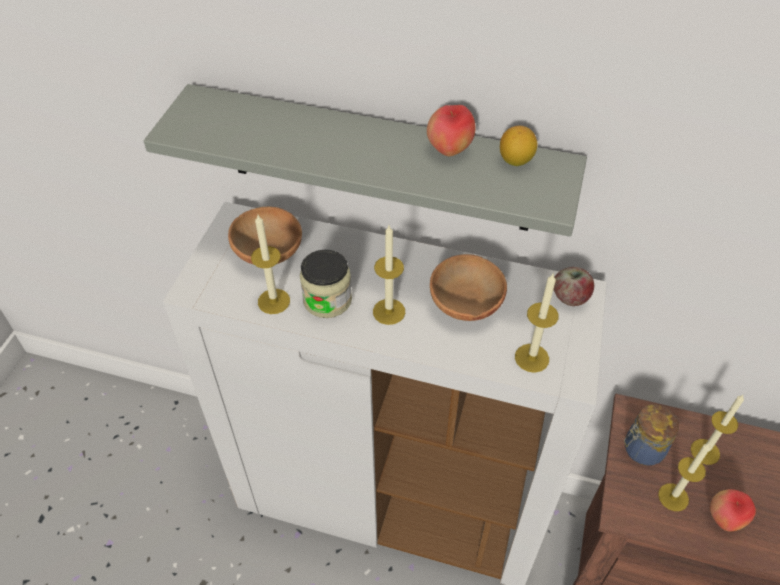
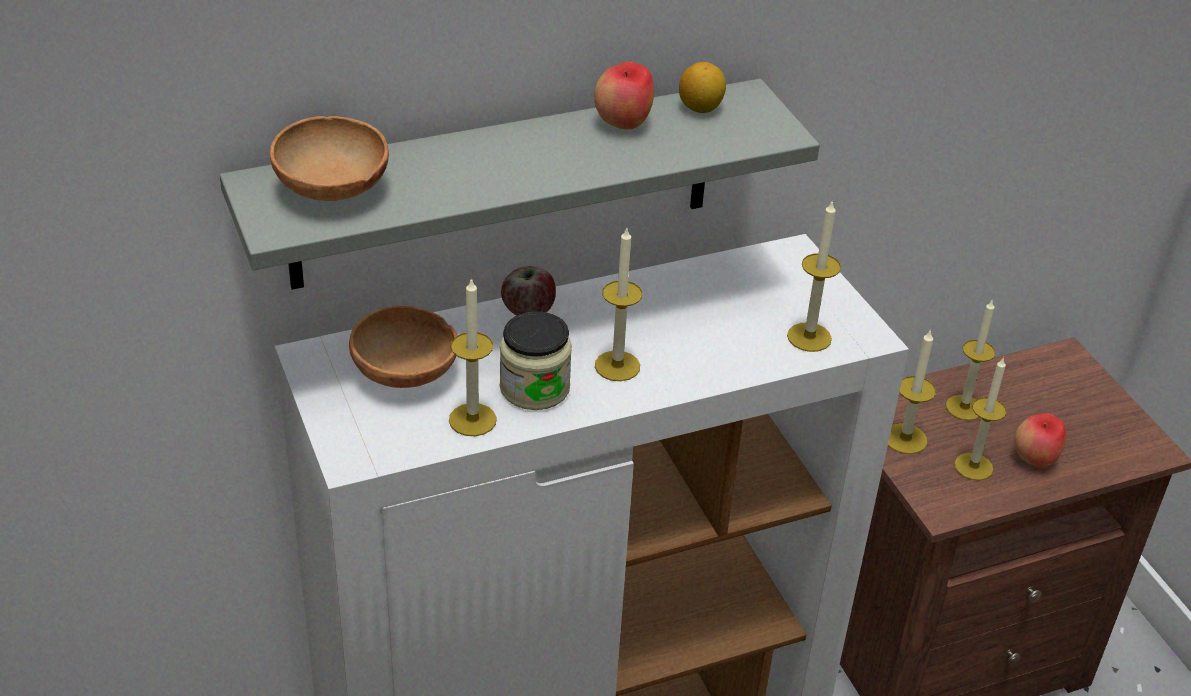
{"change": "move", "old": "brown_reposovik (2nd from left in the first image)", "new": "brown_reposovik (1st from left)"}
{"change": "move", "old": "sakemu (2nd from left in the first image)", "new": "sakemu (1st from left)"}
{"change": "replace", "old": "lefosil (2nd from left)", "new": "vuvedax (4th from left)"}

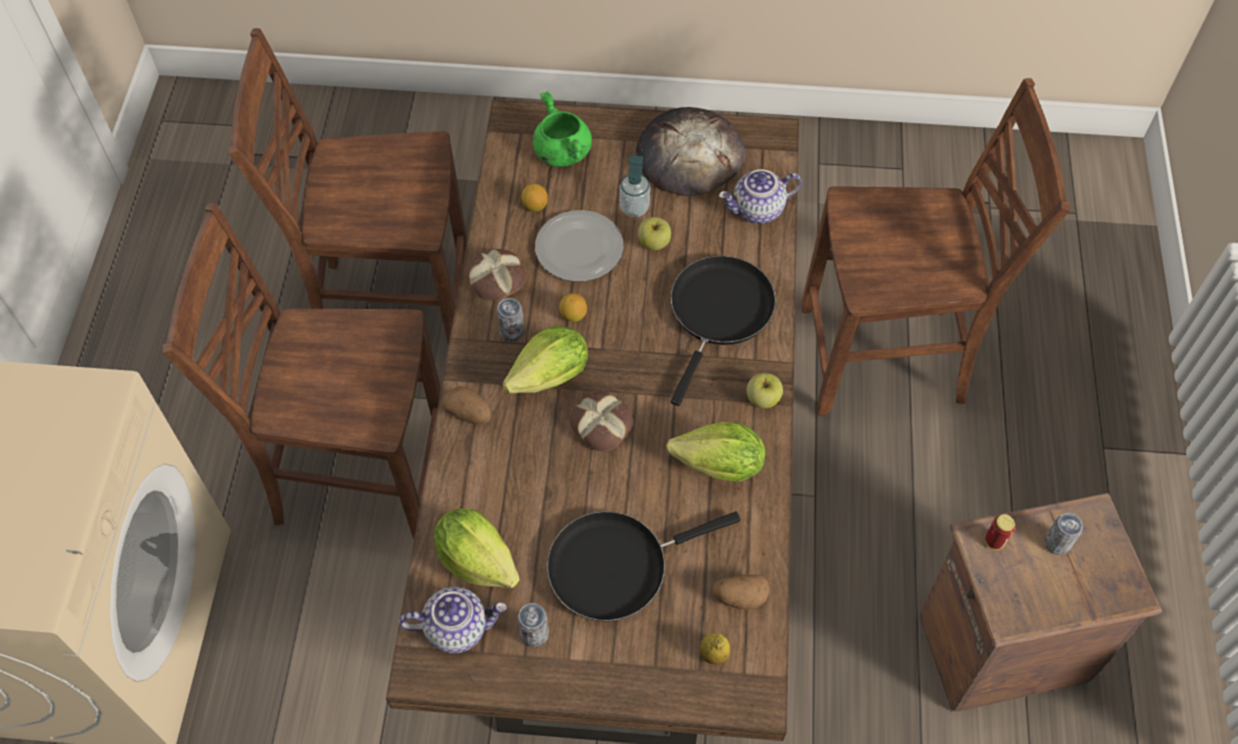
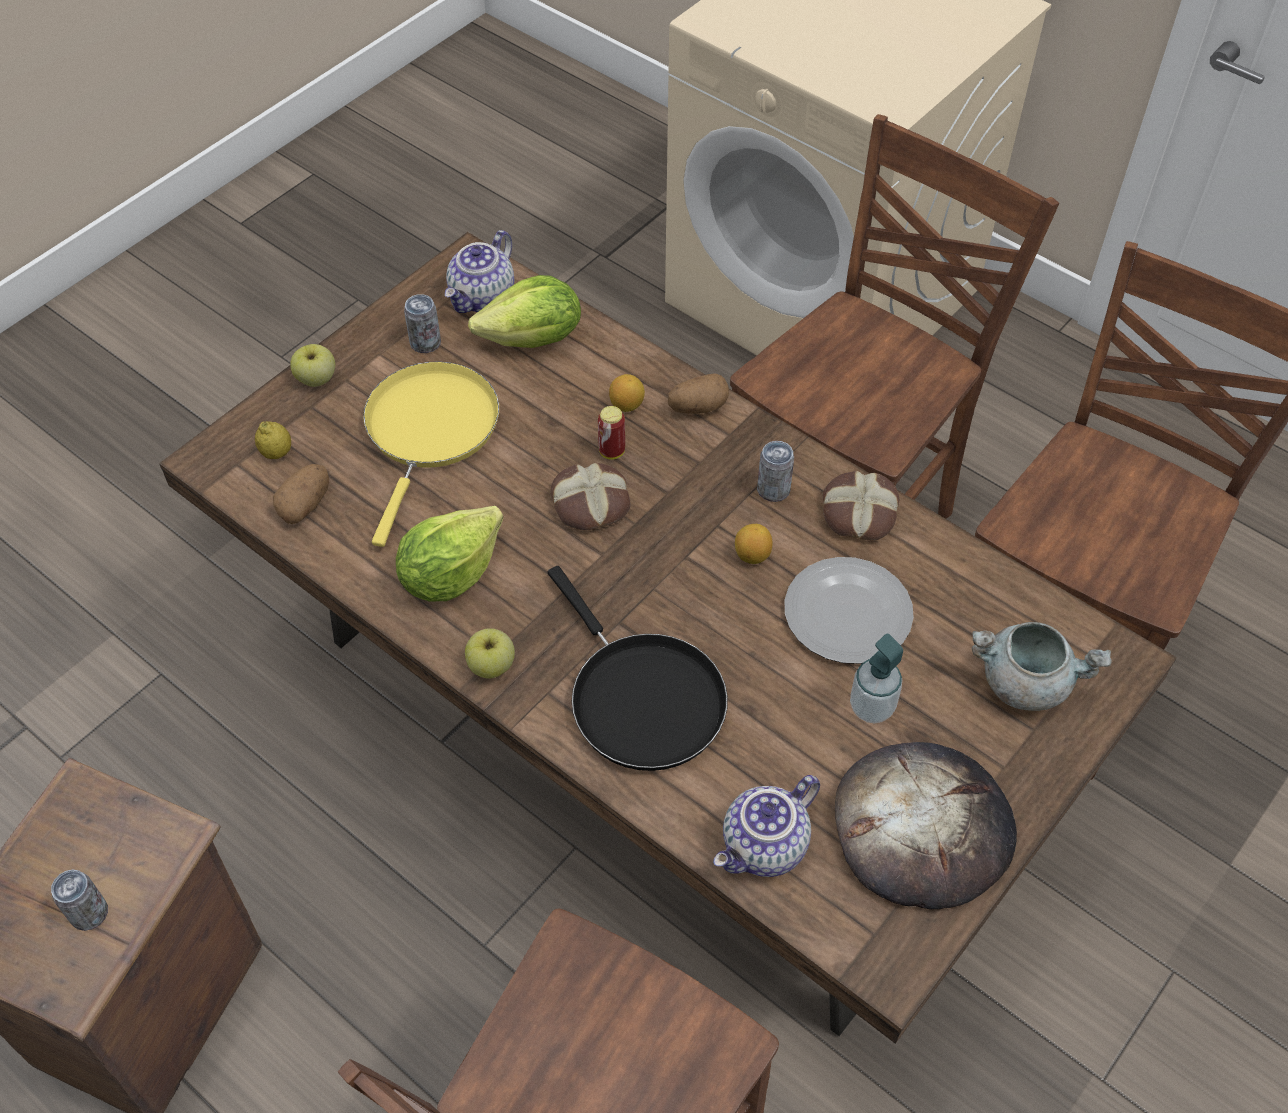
{"change": "delete", "old": "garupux (2nd from left)"}
{"change": "move", "old": "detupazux (1st from left in the first image)", "new": "detupazux (2nd from left)"}
{"change": "move", "old": "sakemu (1st from left)"}
{"change": "move", "old": "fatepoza (3rd from left)"}
{"change": "recolor", "old": "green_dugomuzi", "new": "grey_dugomuzi"}
{"change": "recolor", "old": "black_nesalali (1st from left)", "new": "yellow_nesalali"}
{"change": "rotate", "old": "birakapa (2nd from left)", "degrees": -150}

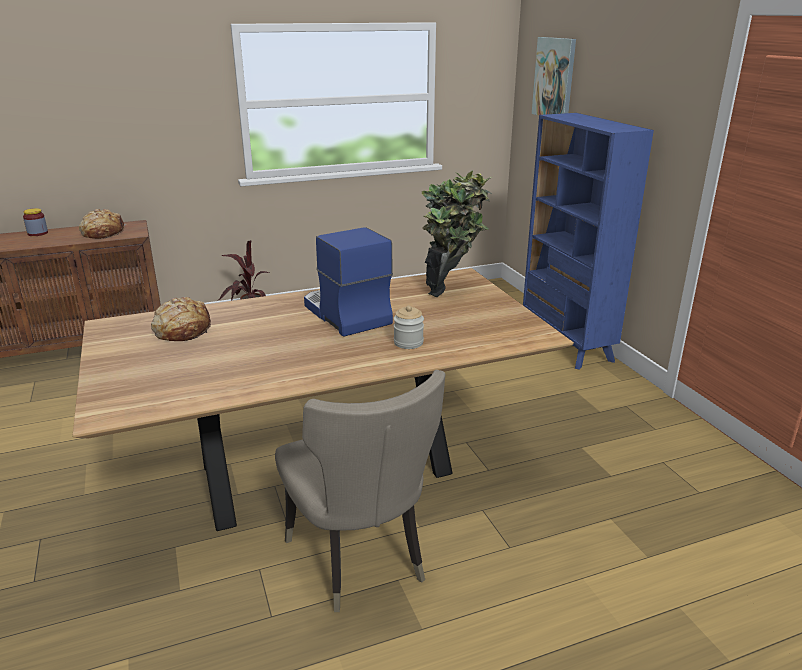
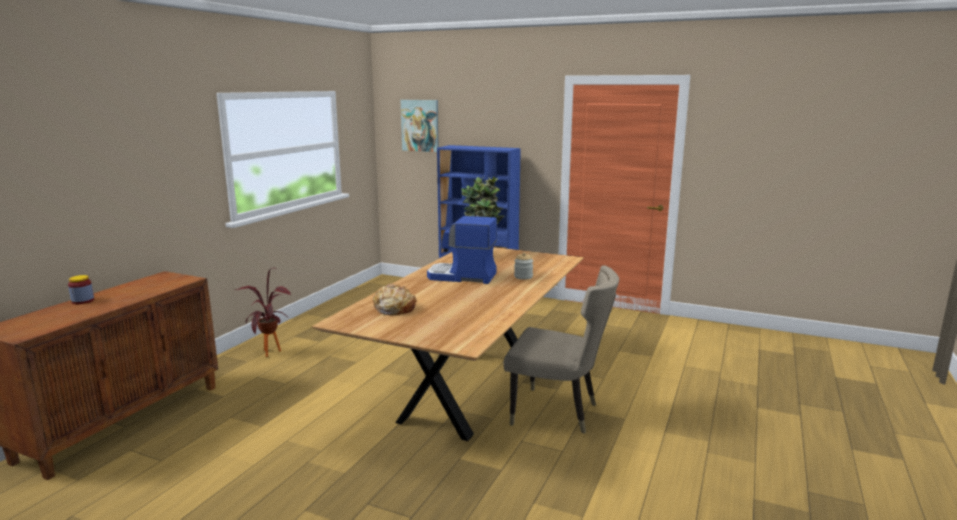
{"change": "delete", "old": "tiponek (1st from left)"}

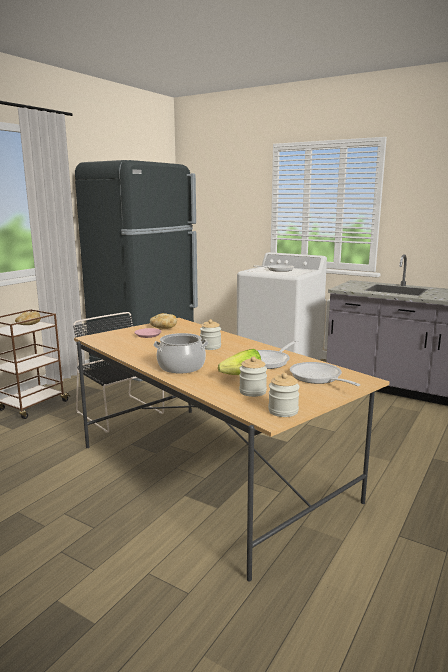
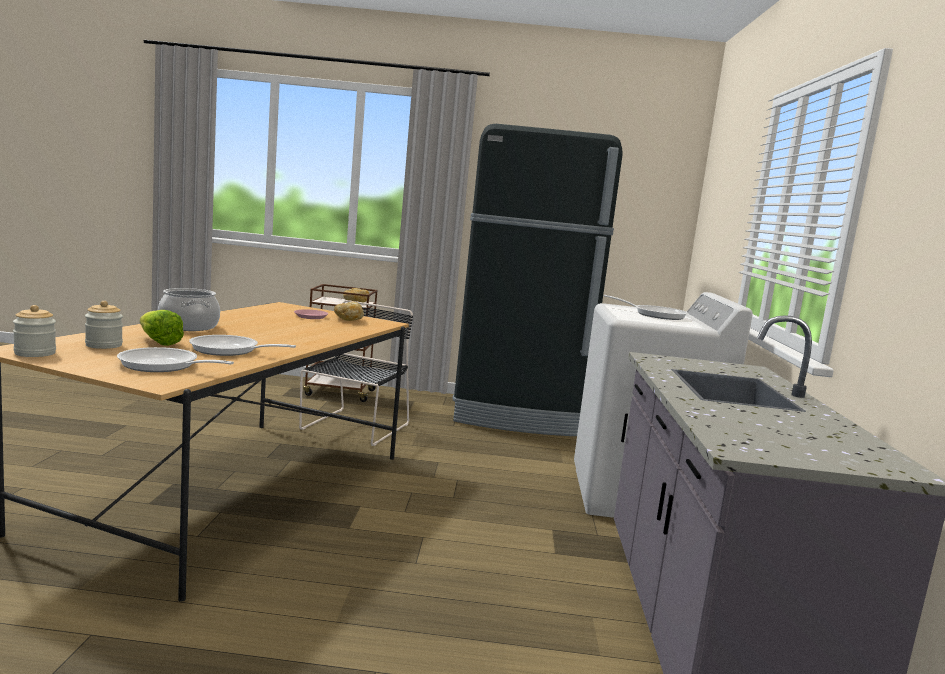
{"change": "delete", "old": "lefosil (1st from left)"}
{"change": "rotate", "old": "nesalali (3rd from left in the first image)", "degrees": -105}

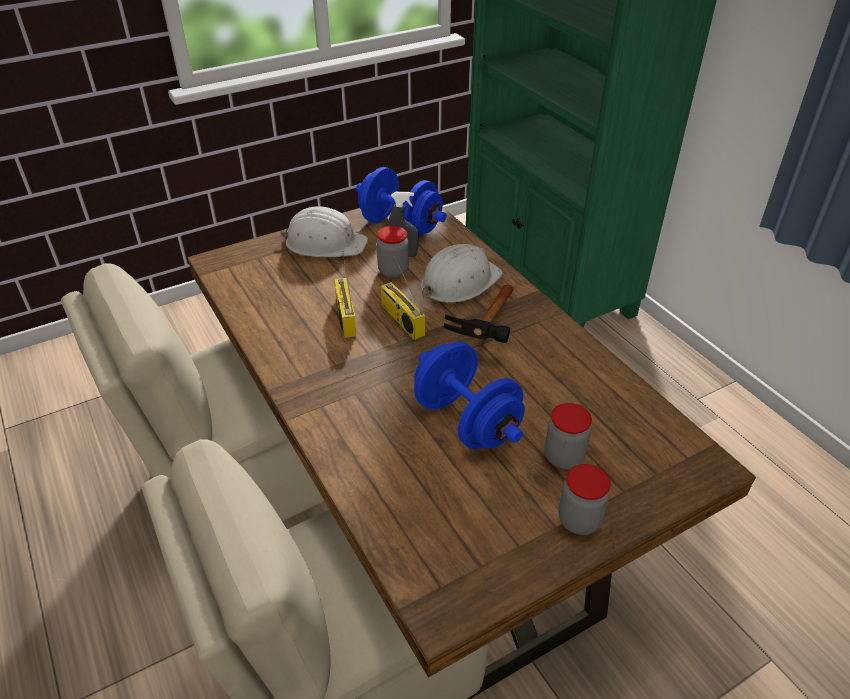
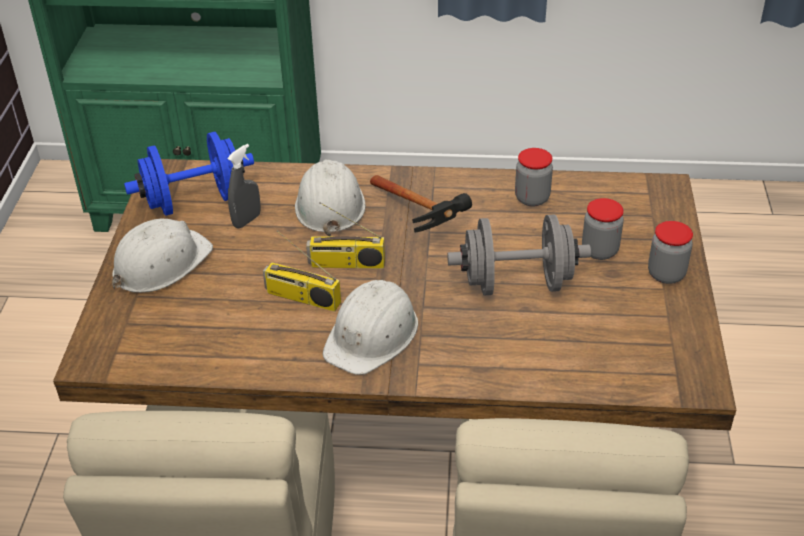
{"change": "insert", "new": "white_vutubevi (3rd from left)"}
{"change": "move", "old": "lefosil (1st from left)"}
{"change": "recolor", "old": "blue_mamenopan (2nd from left)", "new": "grey_mamenopan"}

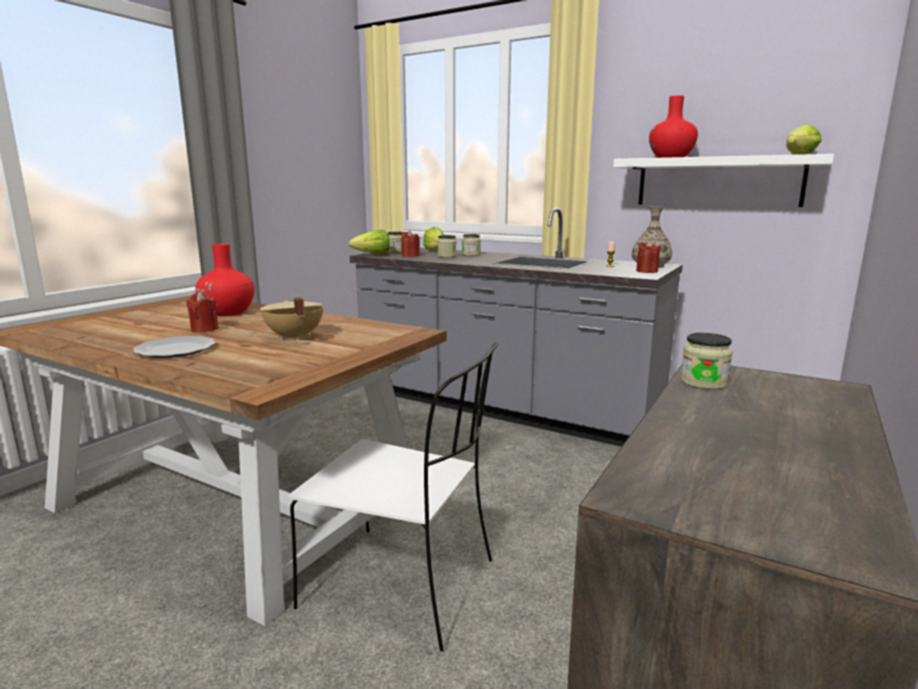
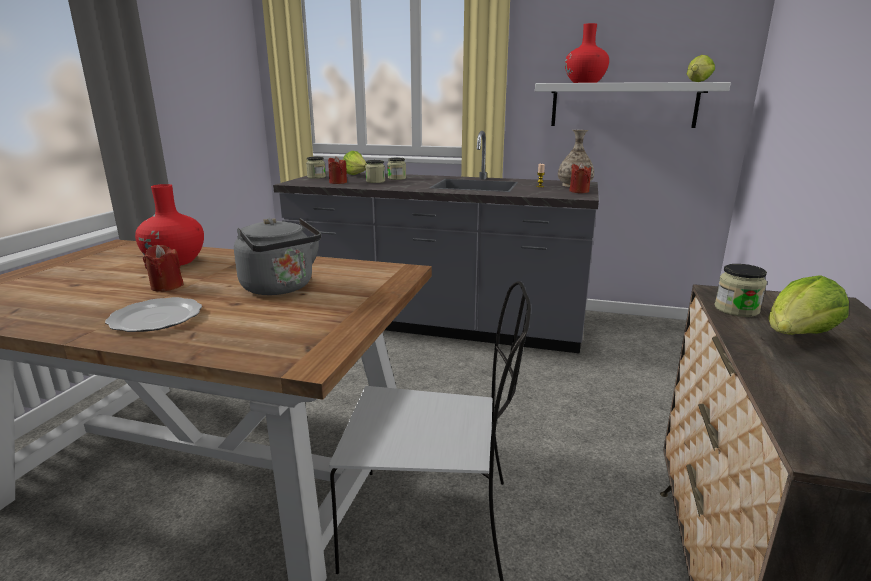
{"change": "move", "old": "garupux (1st from left in the first image)", "new": "garupux (3rd from left)"}
{"change": "replace", "old": "beige_dugomuzi", "new": "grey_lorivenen"}

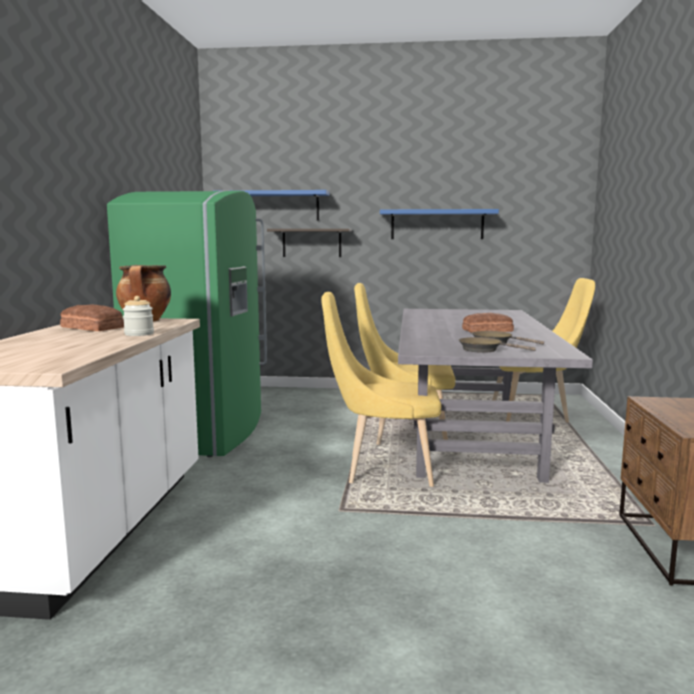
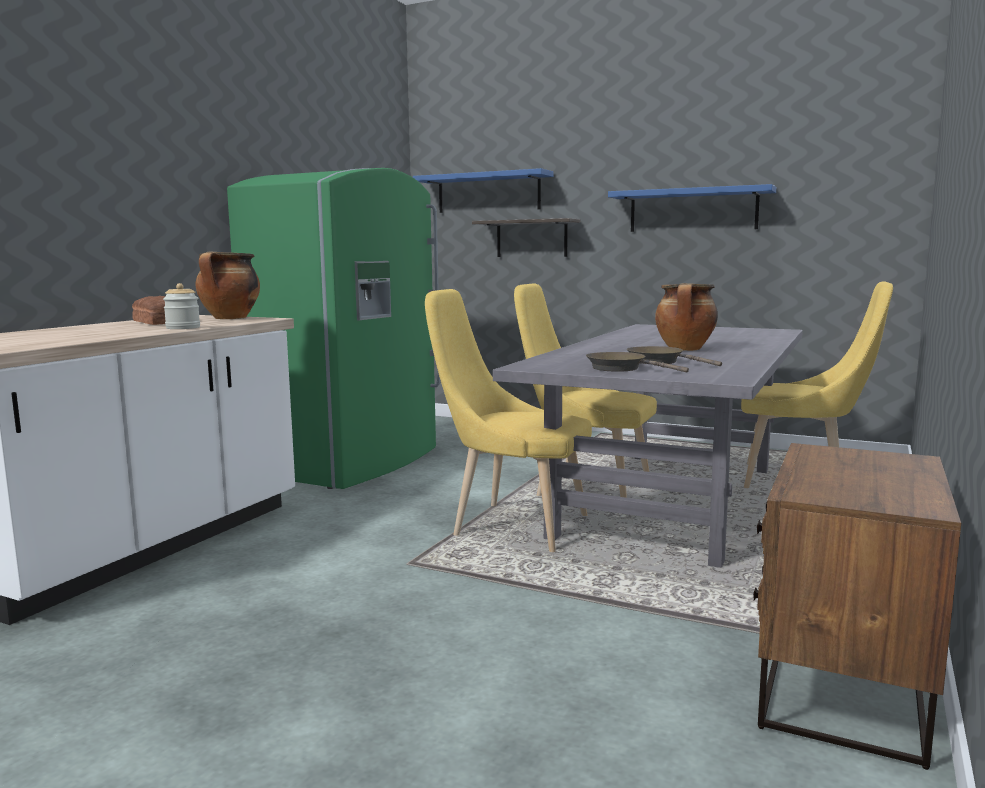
{"change": "replace", "old": "tiponek (2nd from left)", "new": "dugomuzi (2nd from left)"}

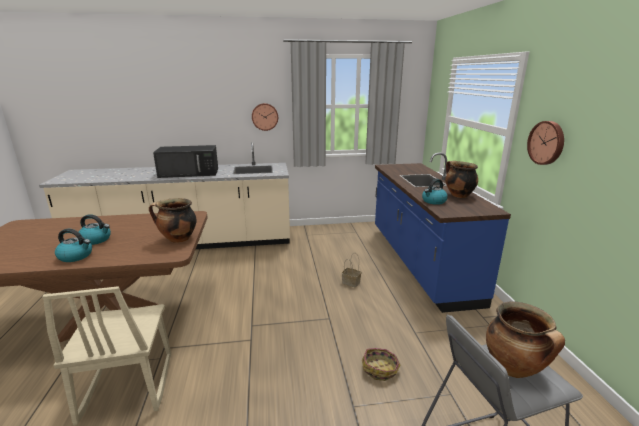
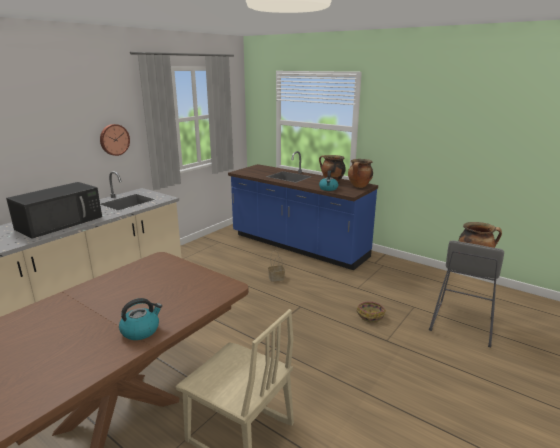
{"change": "delete", "old": "lorivenen (2nd from left)"}
{"change": "delete", "old": "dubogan (2nd from left)"}
{"change": "move", "old": "dugomuzi (1st from left in the first image)", "new": "dugomuzi (2nd from left)"}

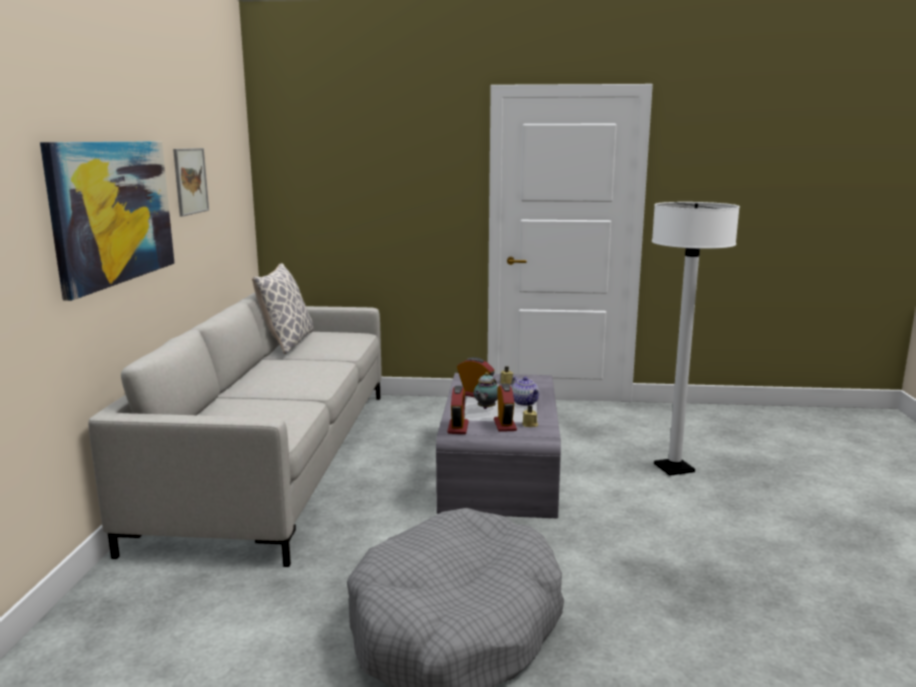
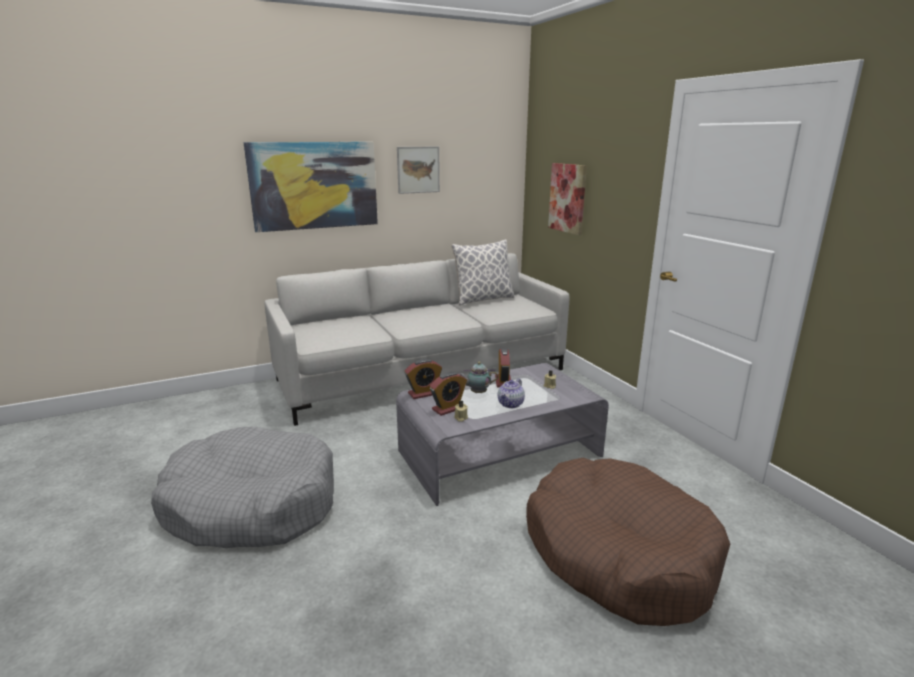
{"change": "insert", "new": "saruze (3rd from left)"}
{"change": "replace", "old": "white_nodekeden", "new": "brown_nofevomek"}

